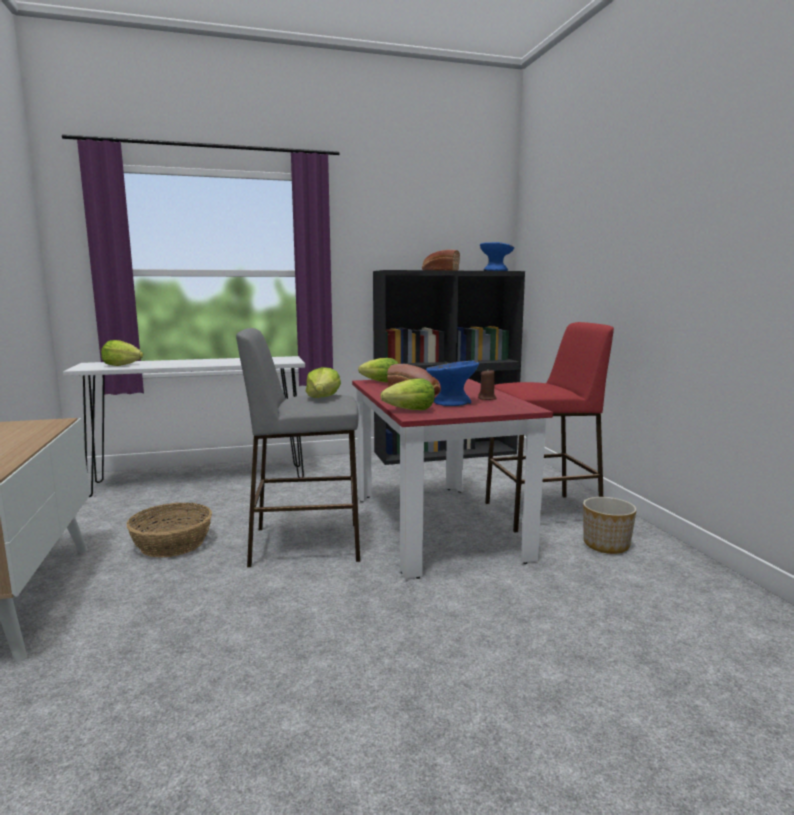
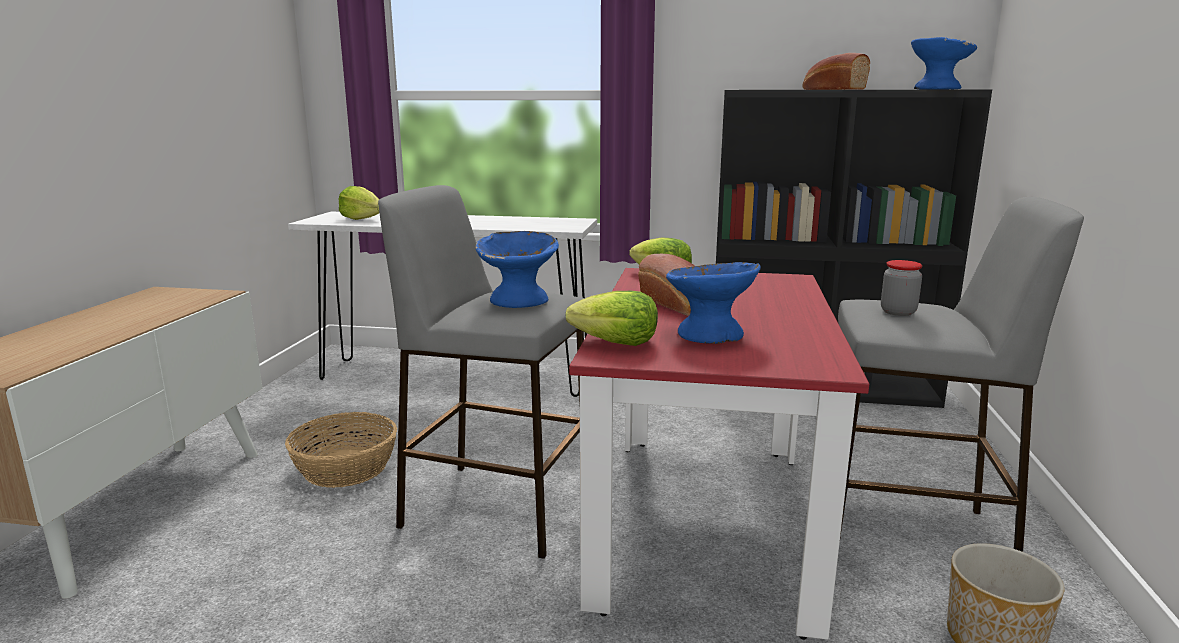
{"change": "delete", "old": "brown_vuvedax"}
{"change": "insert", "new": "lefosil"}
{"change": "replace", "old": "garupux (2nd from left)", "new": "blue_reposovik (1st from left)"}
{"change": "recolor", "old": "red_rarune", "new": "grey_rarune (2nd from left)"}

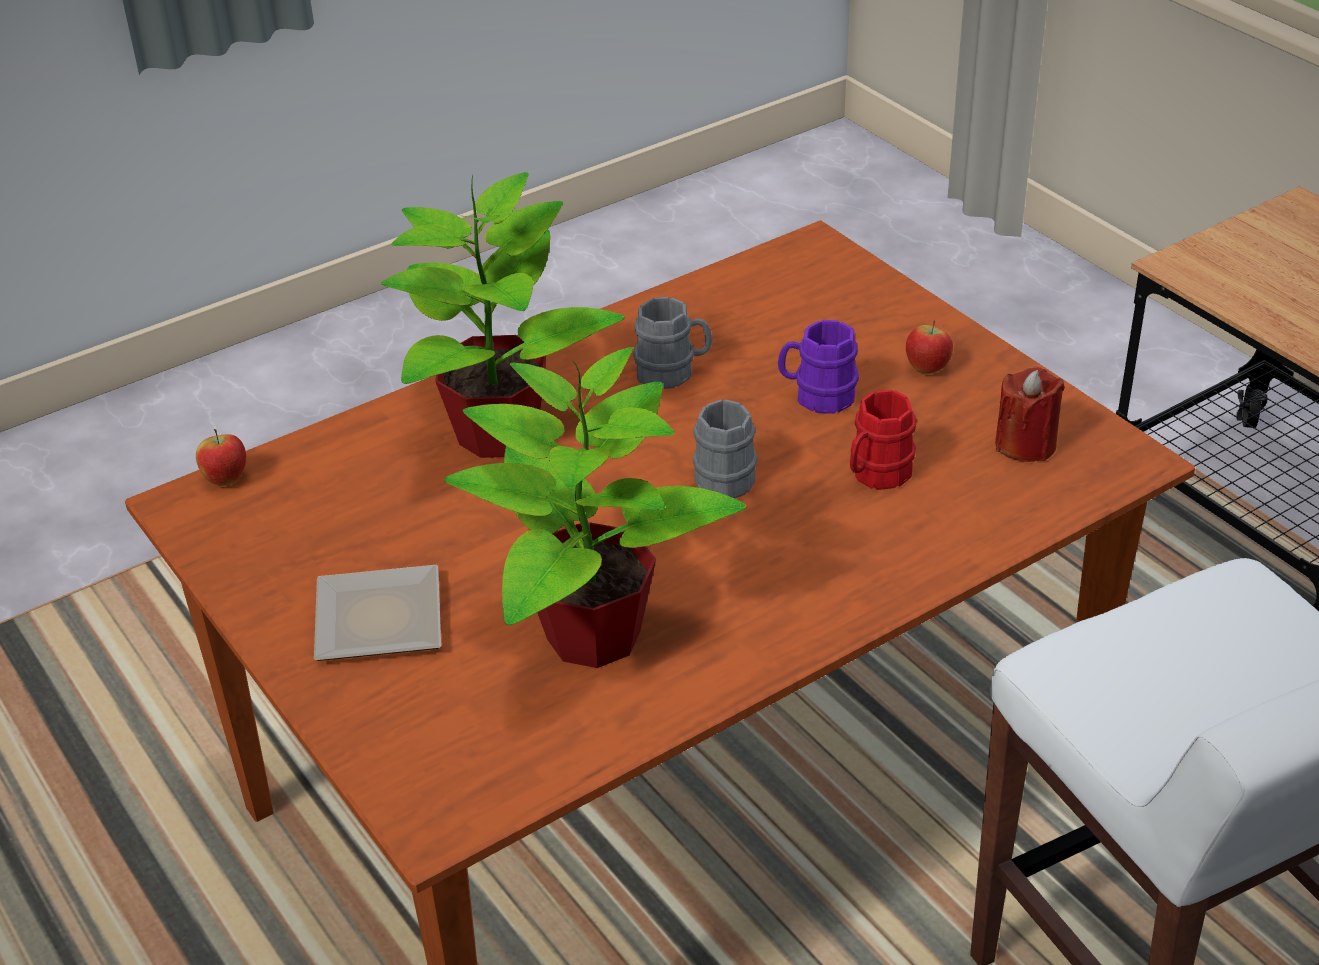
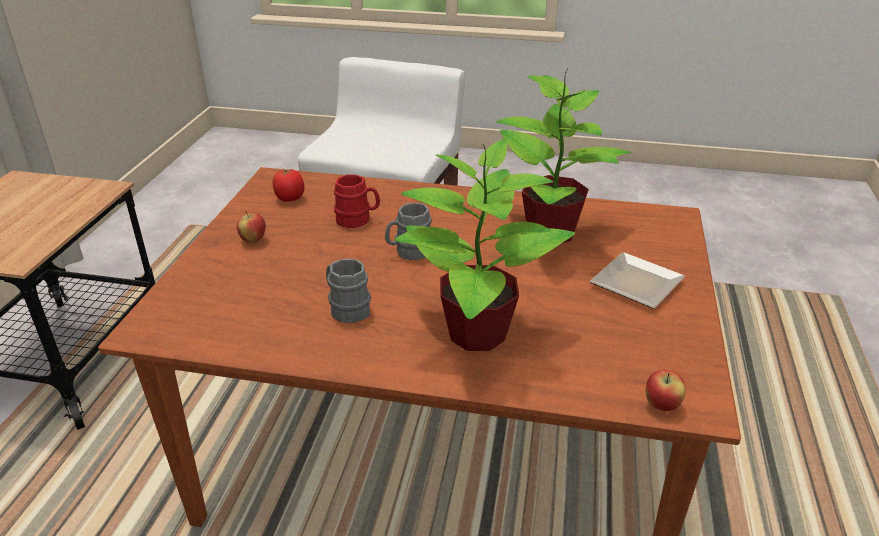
{"change": "delete", "old": "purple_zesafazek"}
{"change": "replace", "old": "red_vuvedax", "new": "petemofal"}

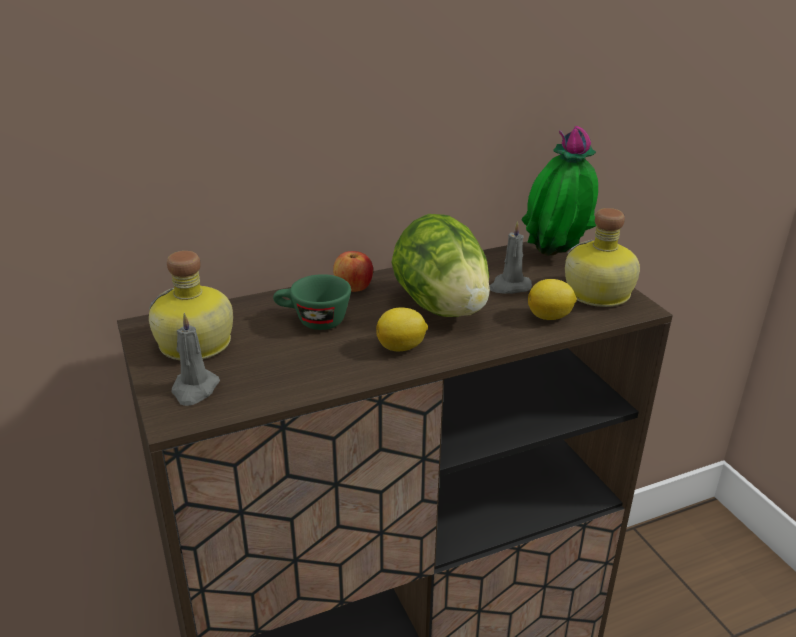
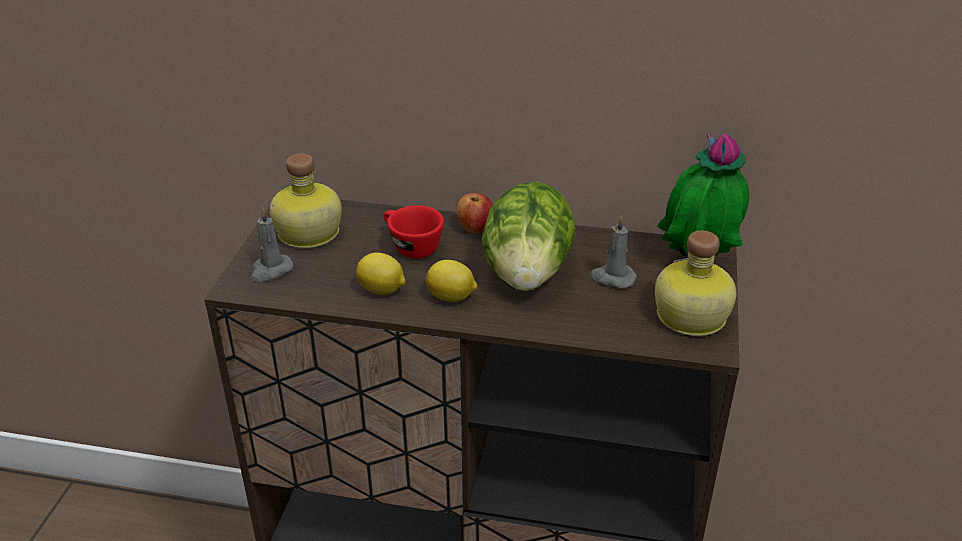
{"change": "move", "old": "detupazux (2nd from left in the first image)", "new": "detupazux (1st from left)"}
{"change": "recolor", "old": "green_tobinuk", "new": "red_tobinuk"}

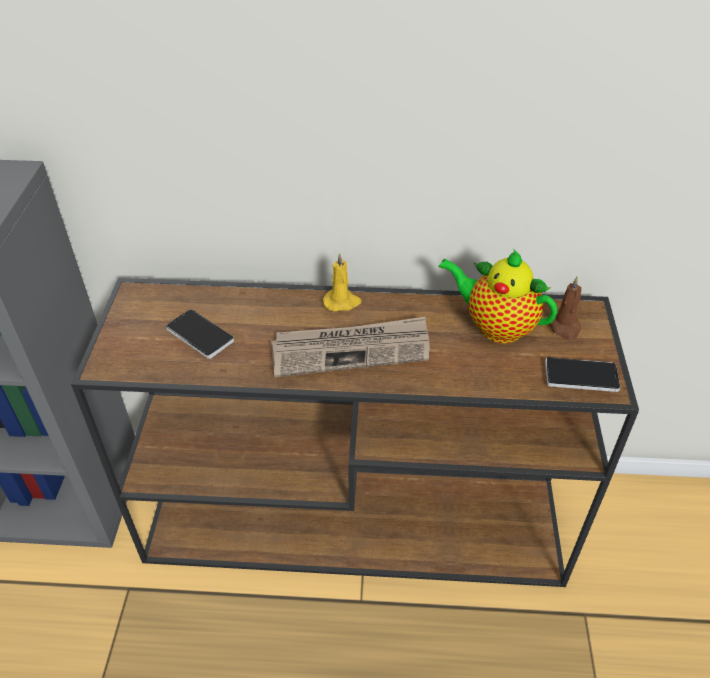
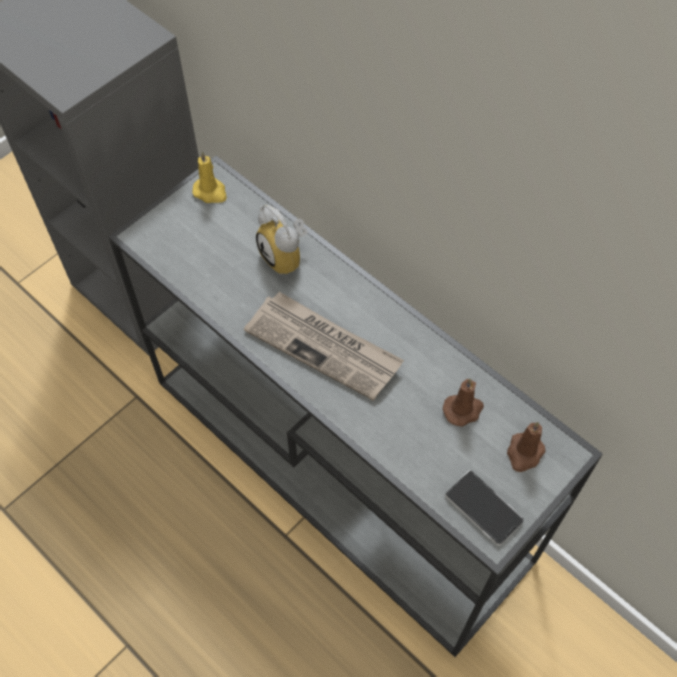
{"change": "delete", "old": "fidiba (1st from left)"}
{"change": "insert", "new": "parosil"}
{"change": "move", "old": "yellow_vuvedax"}
{"change": "replace", "old": "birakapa", "new": "brown_vuvedax (1st from left)"}
{"change": "recolor", "old": "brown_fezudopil", "new": "grey_fezudopil"}

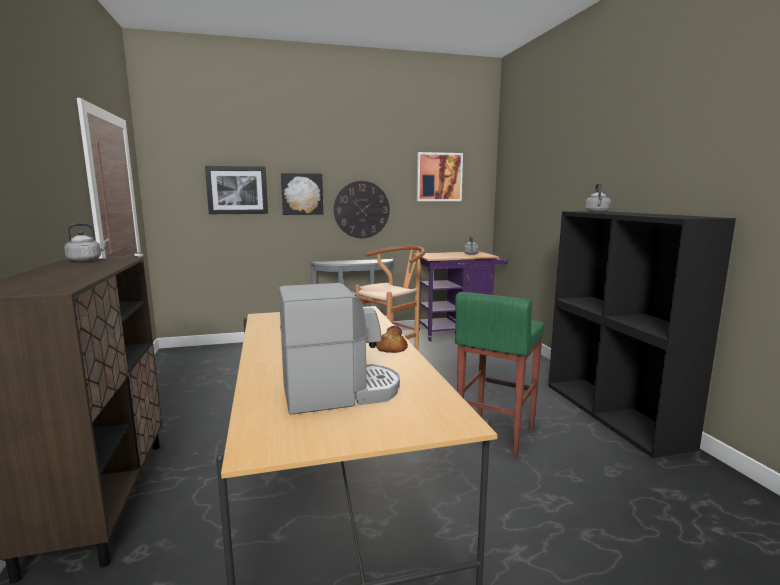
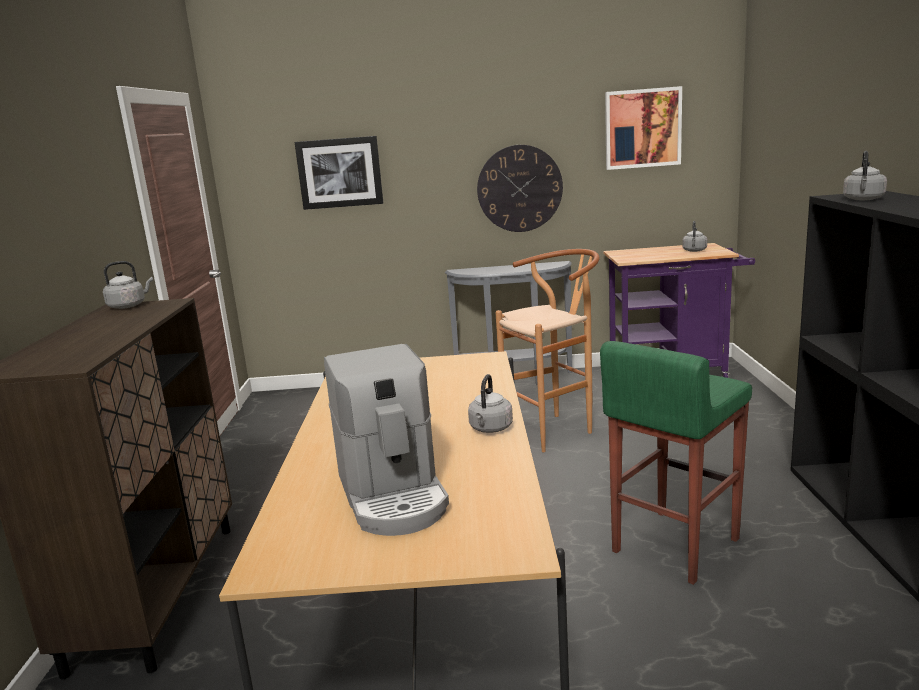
{"change": "delete", "old": "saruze (2nd from left)"}
{"change": "replace", "old": "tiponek", "new": "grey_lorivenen (2nd from left)"}
{"change": "rotate", "old": "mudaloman", "degrees": 75}

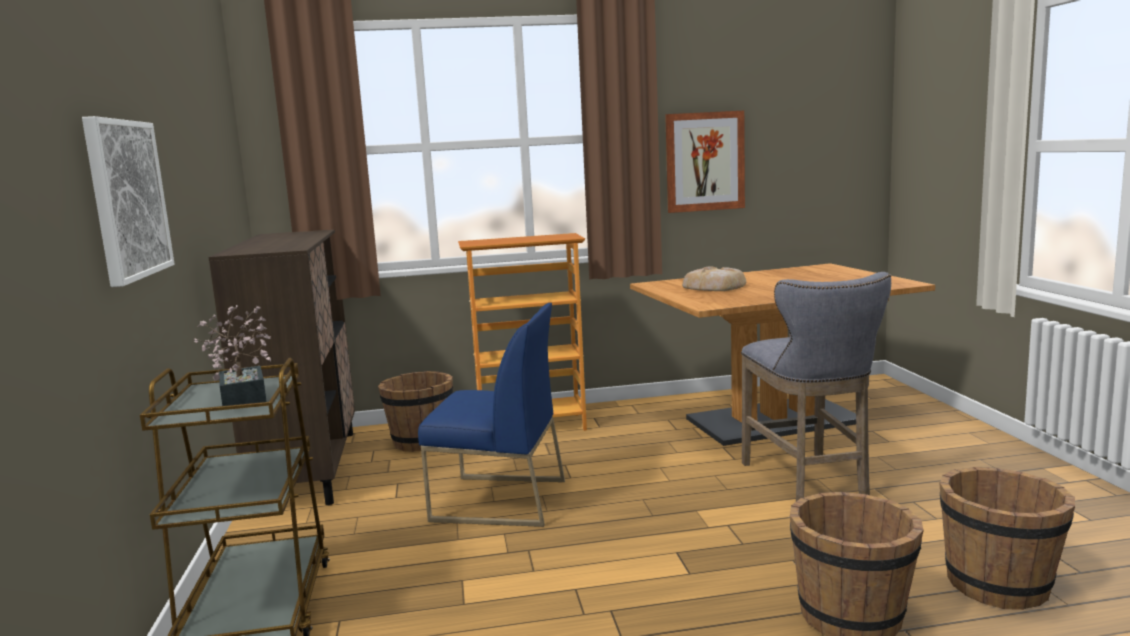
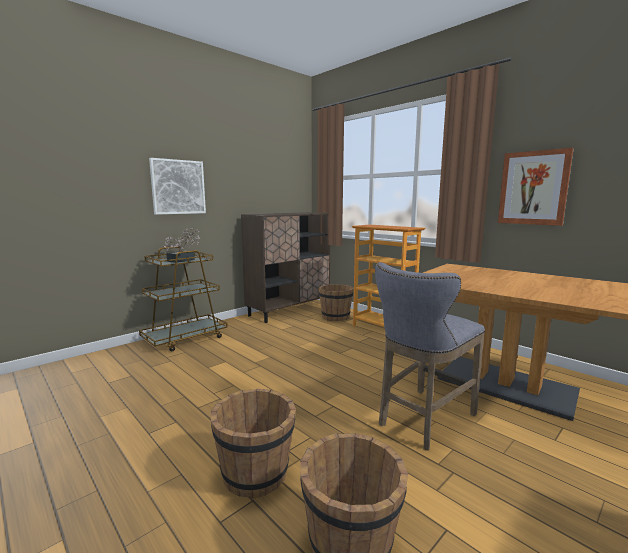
{"change": "delete", "old": "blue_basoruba"}
{"change": "delete", "old": "tiponek"}

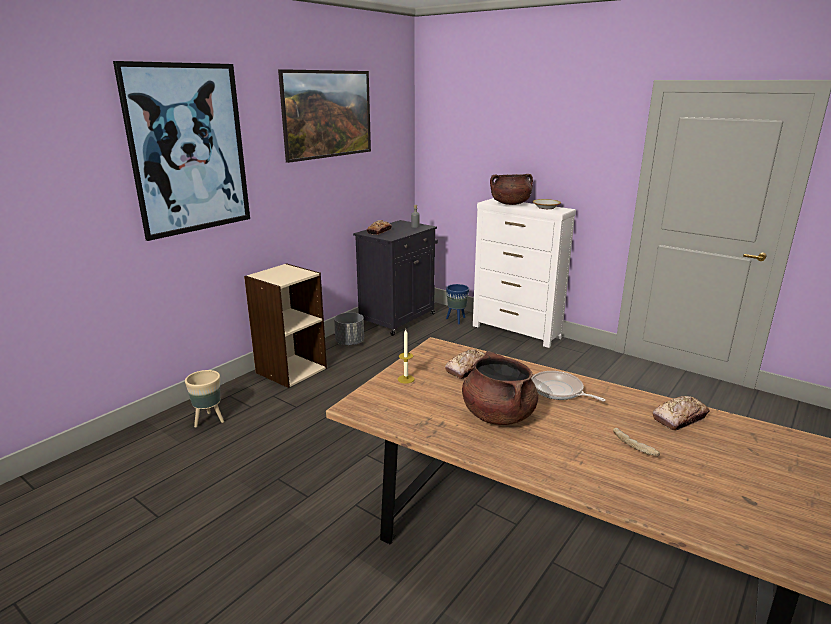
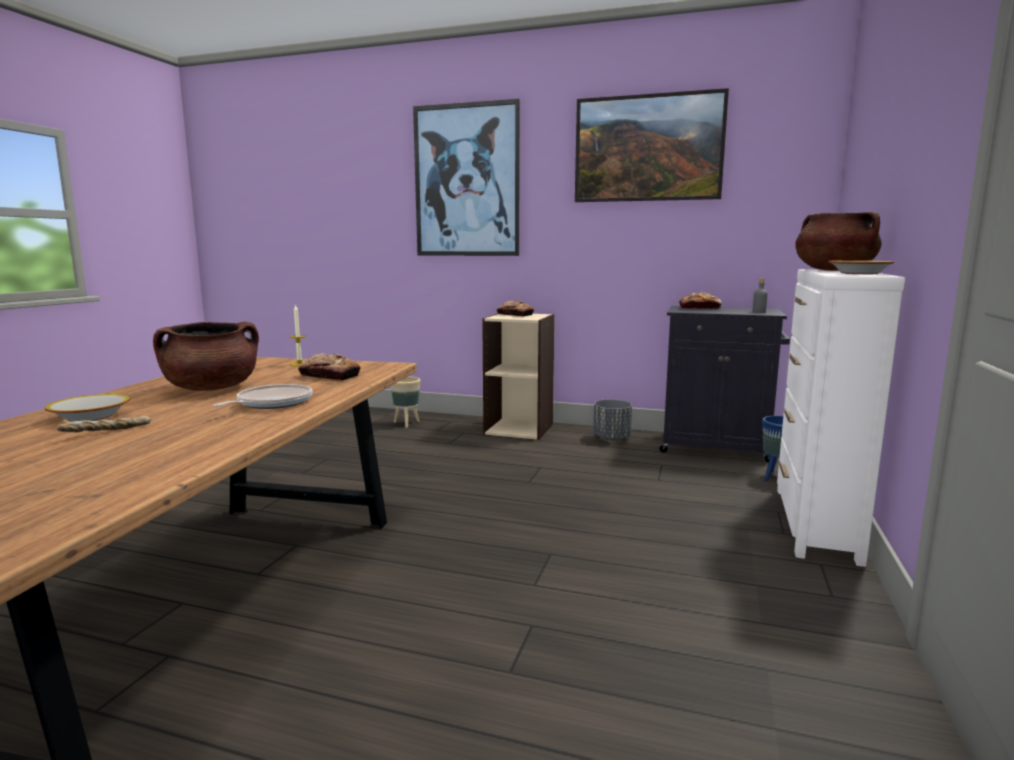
{"change": "insert", "new": "reposovik (1st from left)"}
{"change": "move", "old": "tiponek (4th from left in the first image)", "new": "tiponek (3rd from left)"}

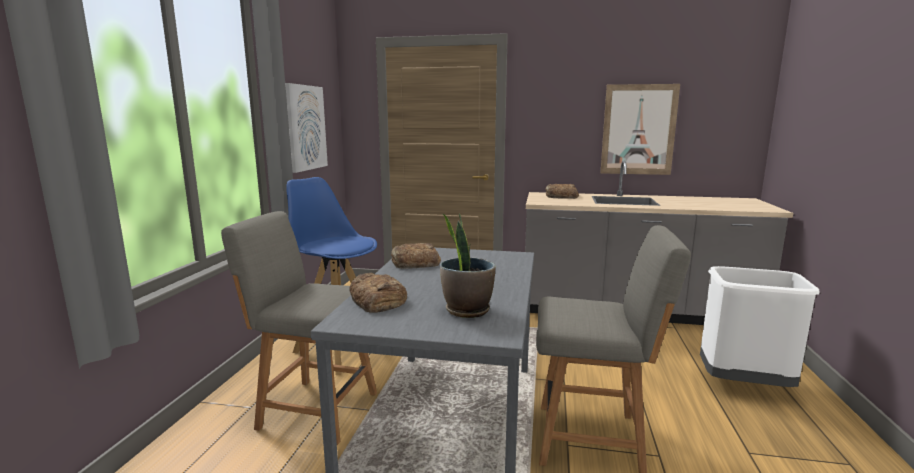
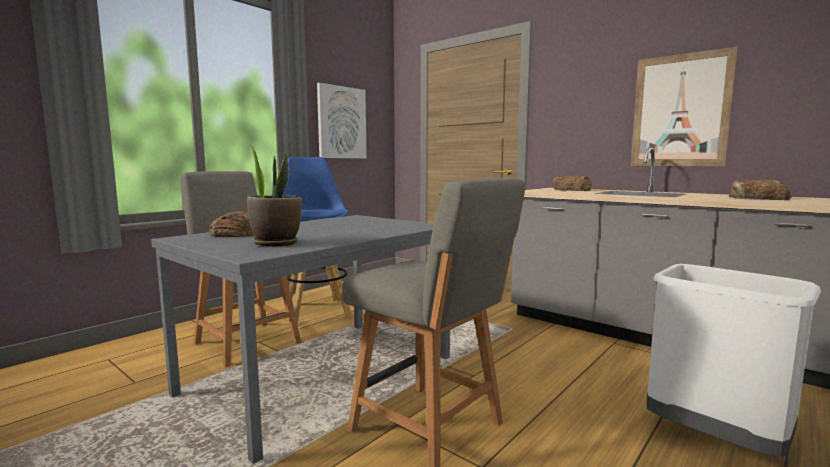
{"change": "move", "old": "tiponek (2nd from left in the first image)", "new": "tiponek (3rd from left)"}

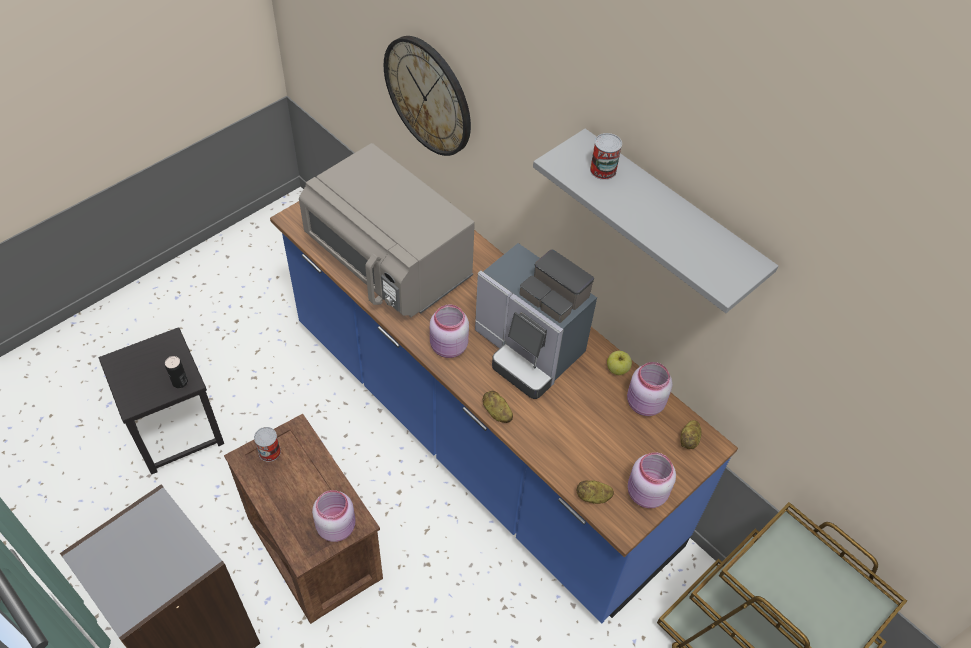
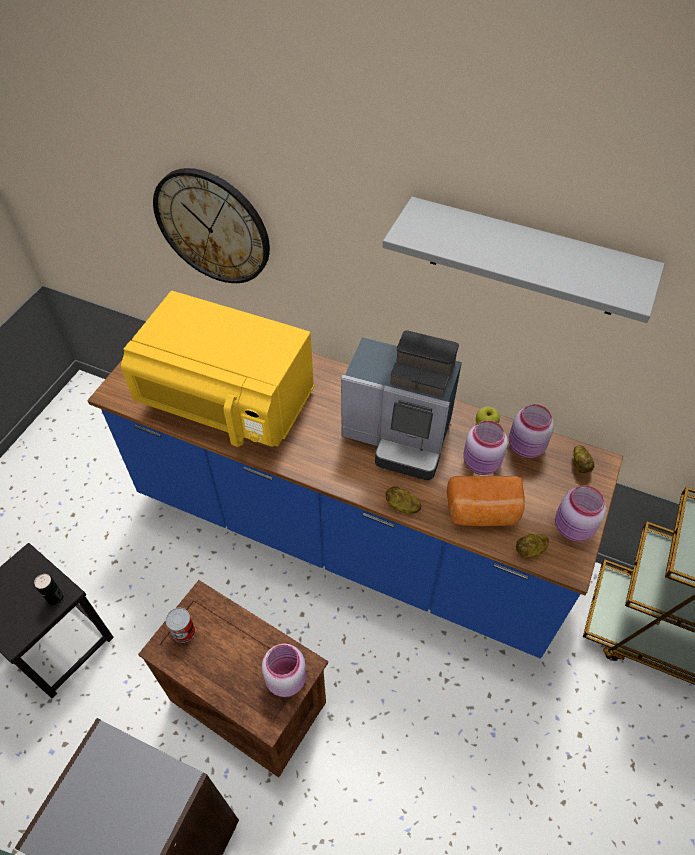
{"change": "delete", "old": "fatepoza (3rd from left)"}
{"change": "insert", "new": "tiponek"}
{"change": "move", "old": "pink_lefosil (2nd from left)"}
{"change": "recolor", "old": "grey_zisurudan", "new": "yellow_zisurudan"}

